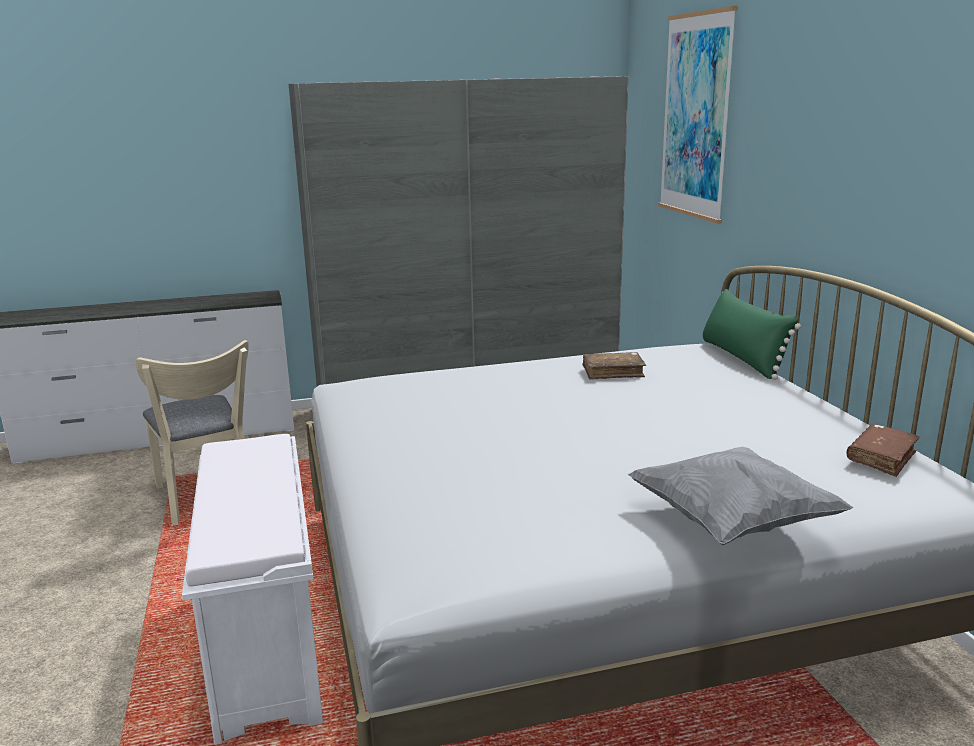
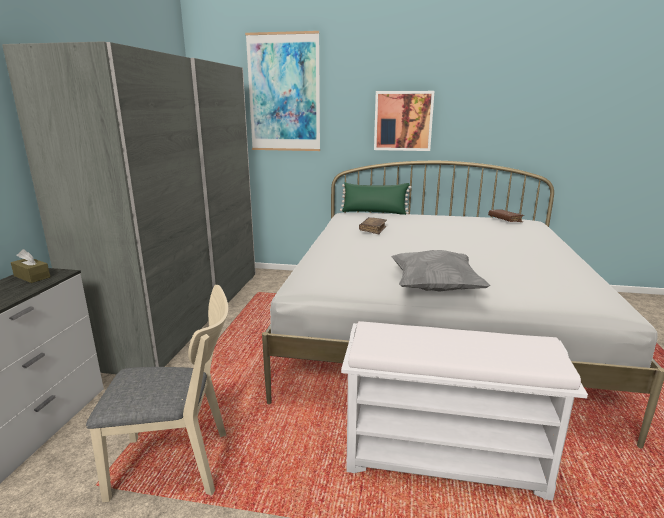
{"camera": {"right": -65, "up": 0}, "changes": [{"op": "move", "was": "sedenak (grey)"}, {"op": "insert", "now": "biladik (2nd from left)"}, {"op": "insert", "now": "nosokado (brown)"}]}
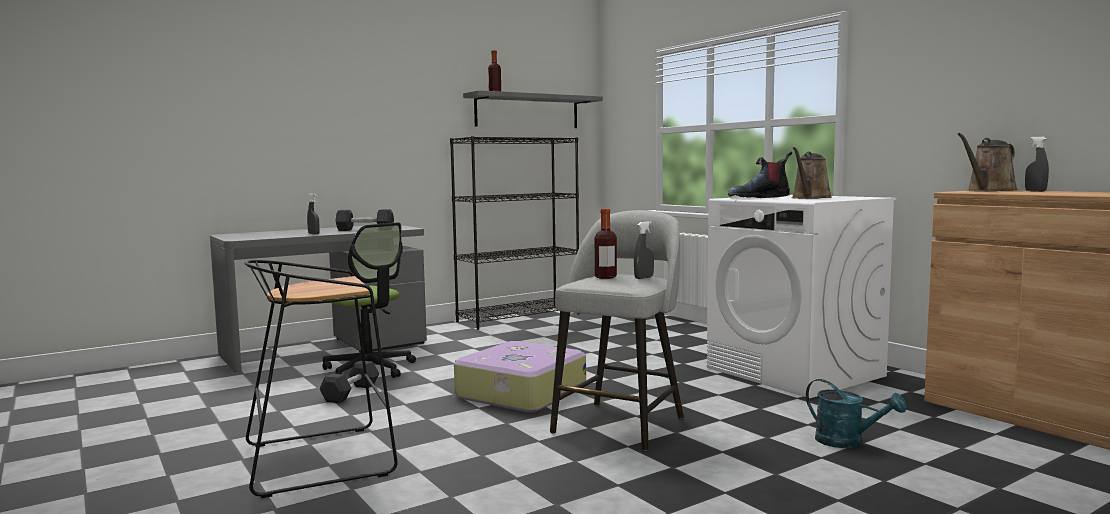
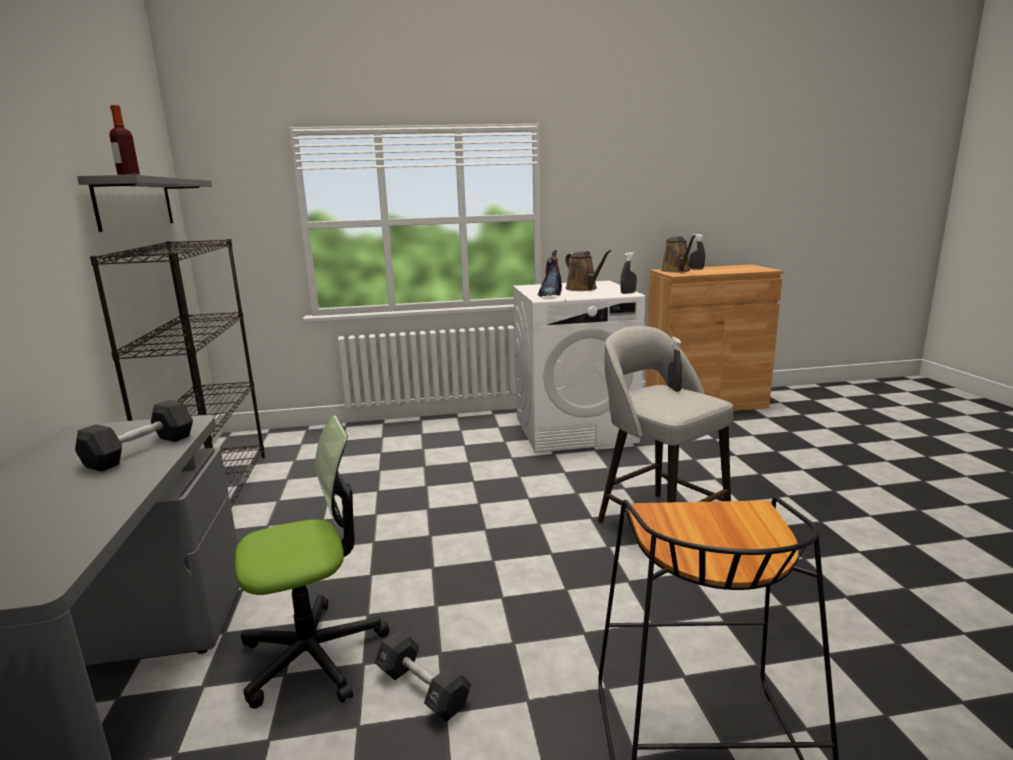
{"camera": {"right": -65, "up": 10}, "changes": [{"op": "move", "was": "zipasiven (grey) (1st from left)"}, {"op": "delete", "was": "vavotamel (2nd from left)"}, {"op": "delete", "was": "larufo"}, {"op": "delete", "was": "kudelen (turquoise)"}]}
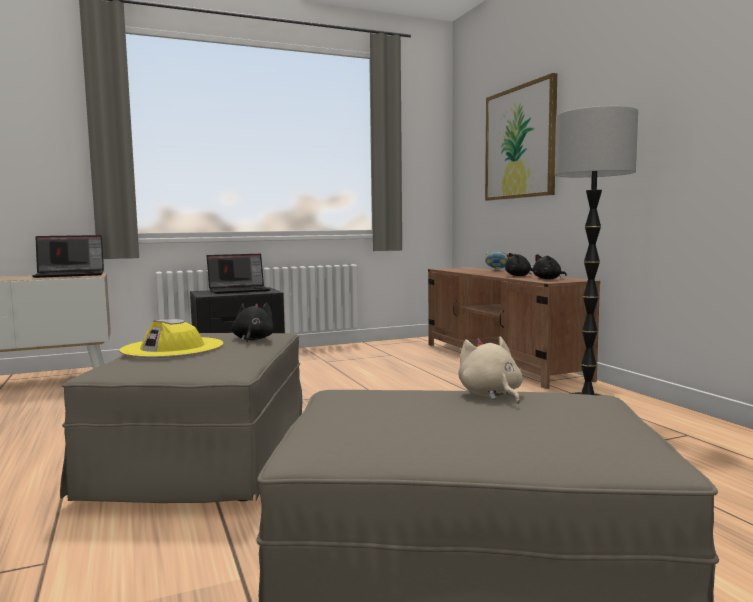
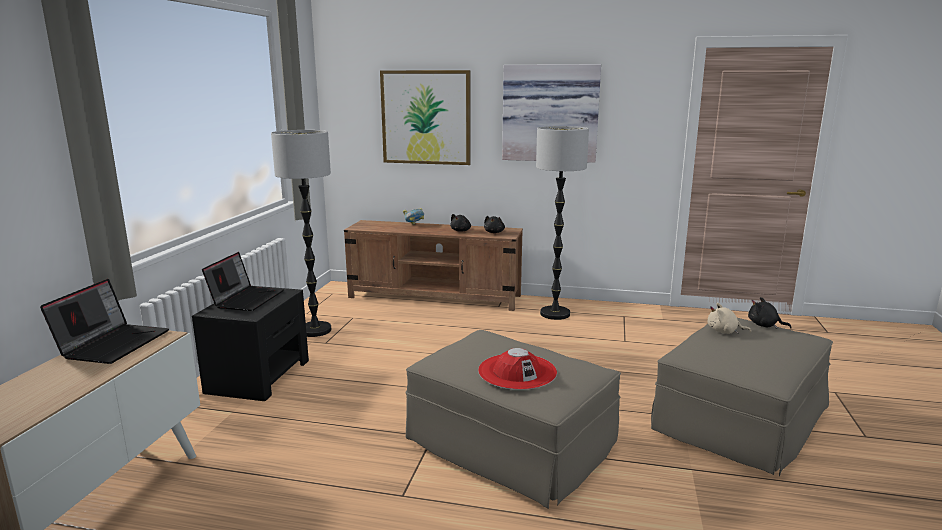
{"camera": {"right": -55, "up": 10}, "changes": [{"op": "move", "was": "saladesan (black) (1st from left in the first image)", "now": "saladesan (black) (3rd from left)"}, {"op": "recolor", "was": "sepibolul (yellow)", "now": "sepibolul (red)"}, {"op": "insert", "now": "biladik (2nd from left)"}, {"op": "insert", "now": "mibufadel (1st from left)"}]}
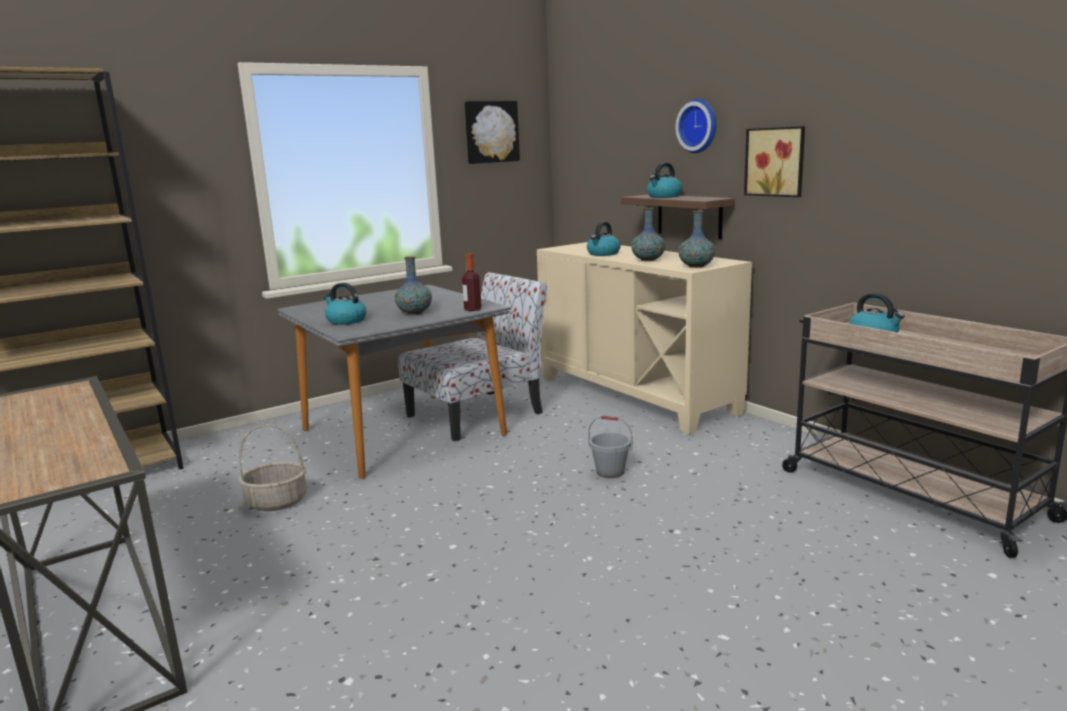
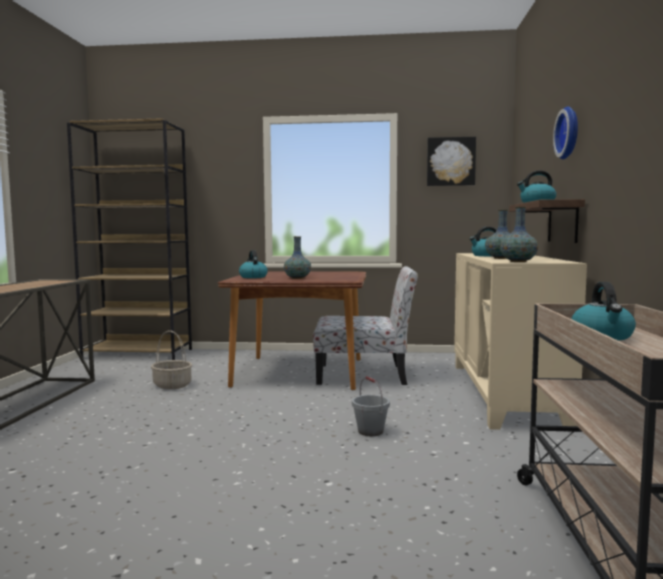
{"camera": {"right": 40, "up": -10}, "changes": [{"op": "delete", "was": "biladik (2nd from left)"}, {"op": "delete", "was": "vavotamel"}, {"op": "recolor", "was": "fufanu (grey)", "now": "fufanu (brown)"}]}
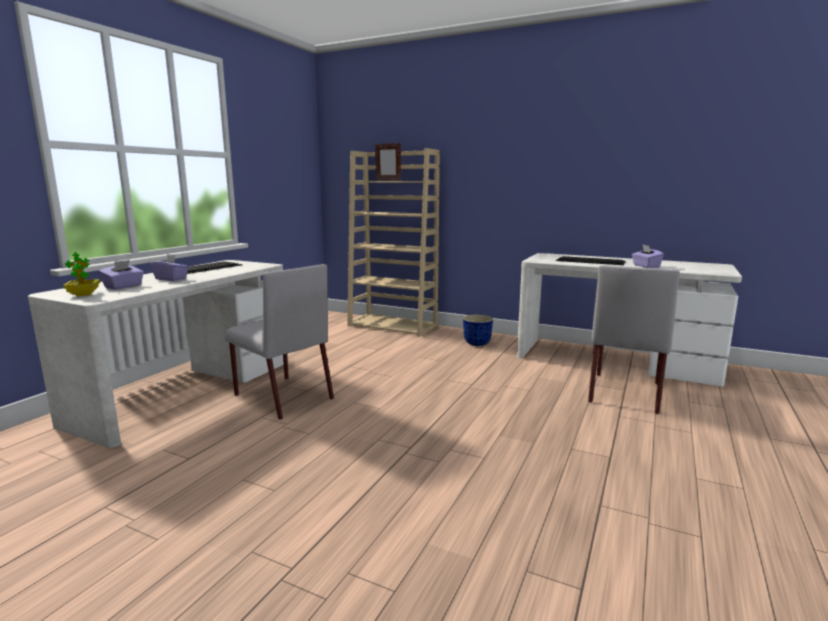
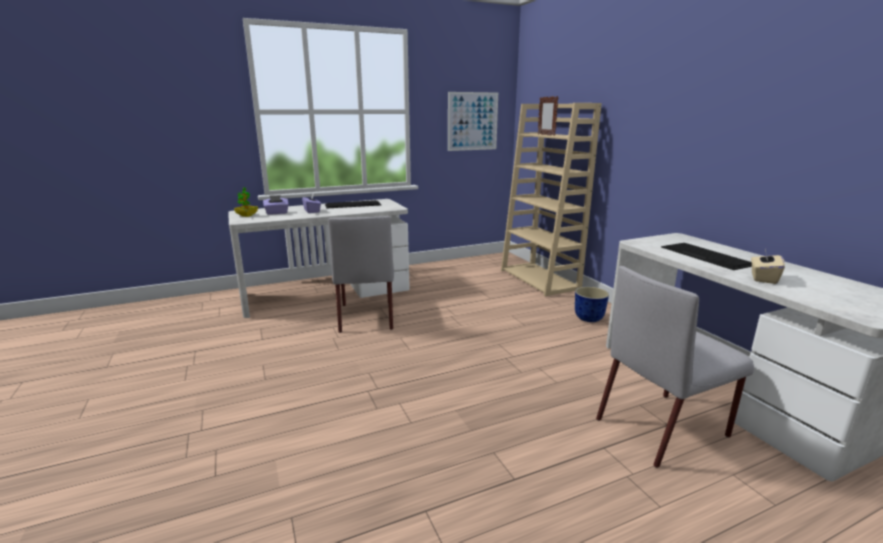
{"camera": {"right": 40, "up": 5}, "changes": [{"op": "recolor", "was": "nosokado (purple) (3rd from left)", "now": "nosokado (beige)"}, {"op": "insert", "now": "biladik"}]}
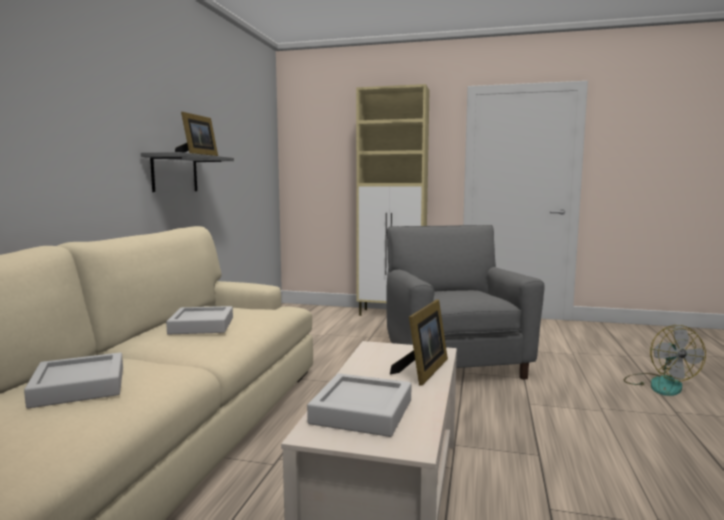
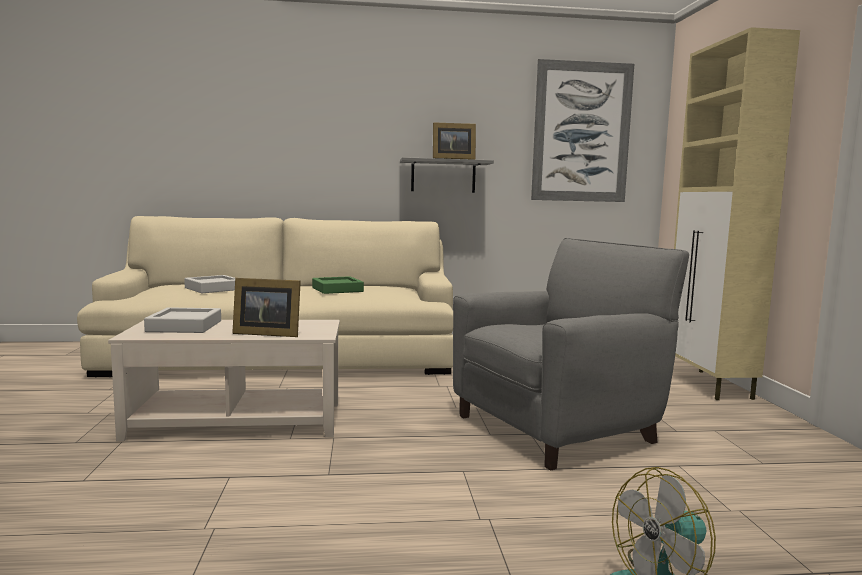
{"camera": {"right": 70, "up": 0}, "changes": [{"op": "recolor", "was": "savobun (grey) (2nd from left)", "now": "savobun (green)"}, {"op": "insert", "now": "biladik"}]}
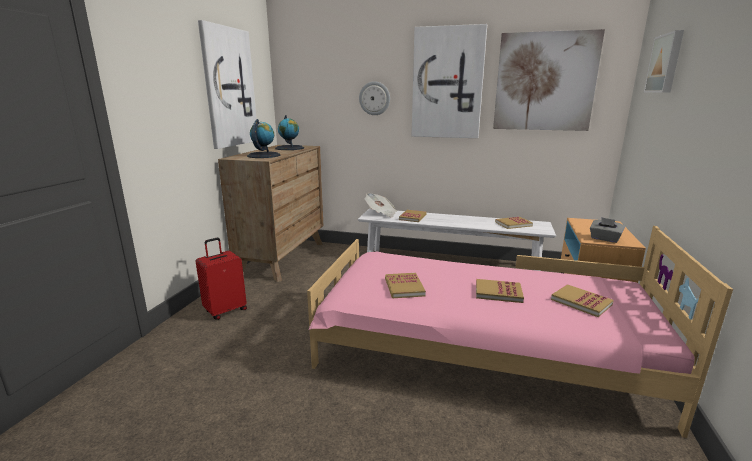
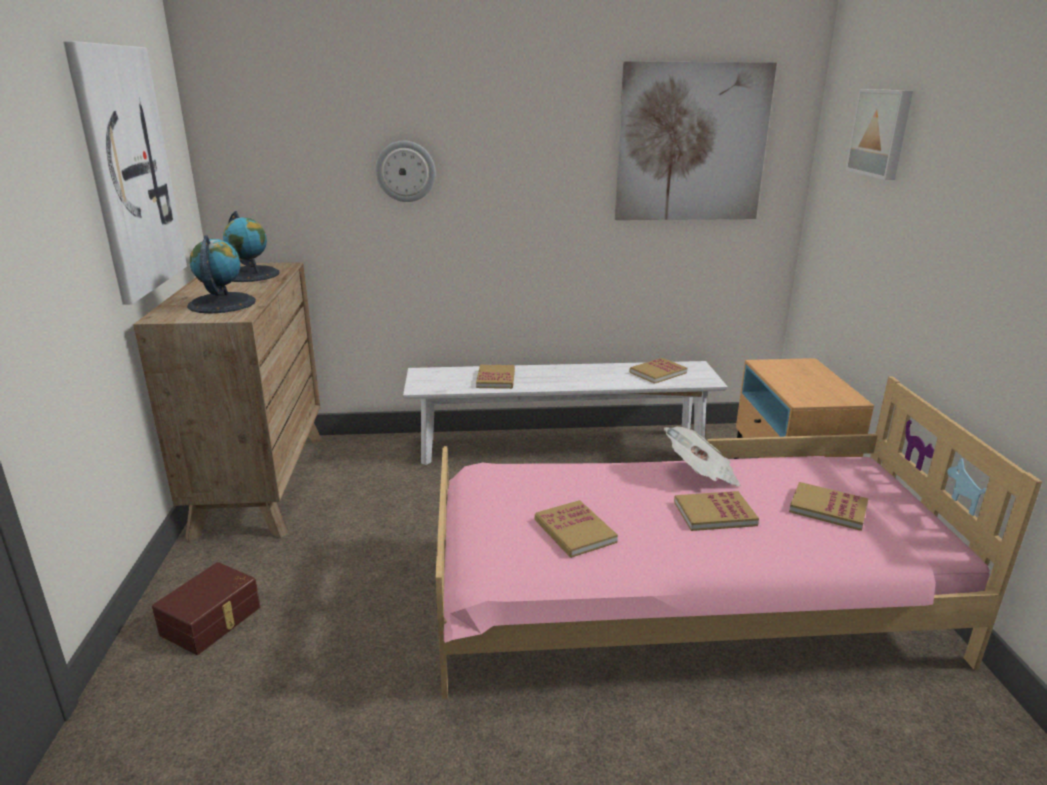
{"camera": {"right": -20, "up": 5}, "changes": [{"op": "delete", "was": "biladik (2nd from left)"}, {"op": "move", "was": "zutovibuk"}, {"op": "delete", "was": "nosokado (grey)"}, {"op": "replace", "was": "larufo (red)", "now": "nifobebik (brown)"}]}
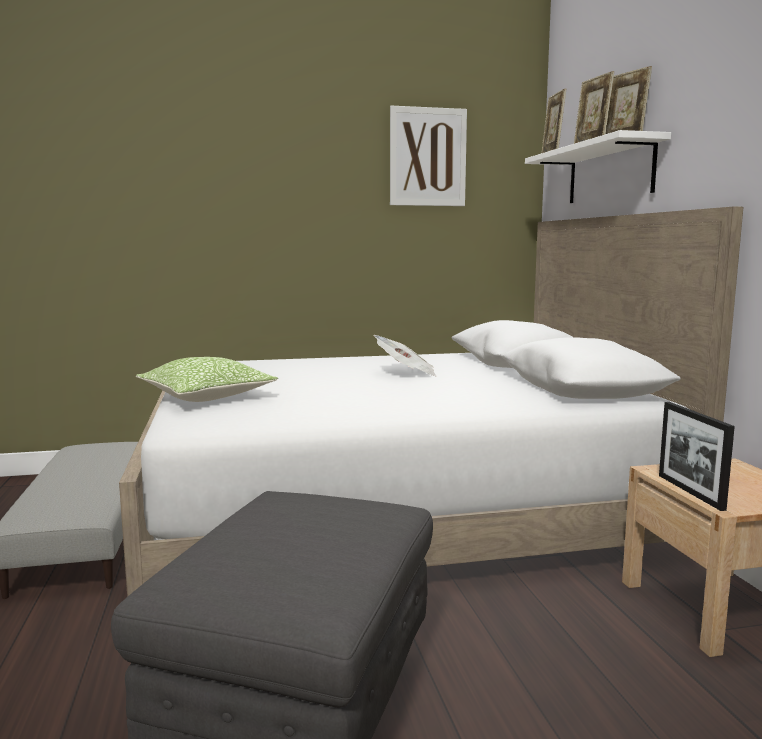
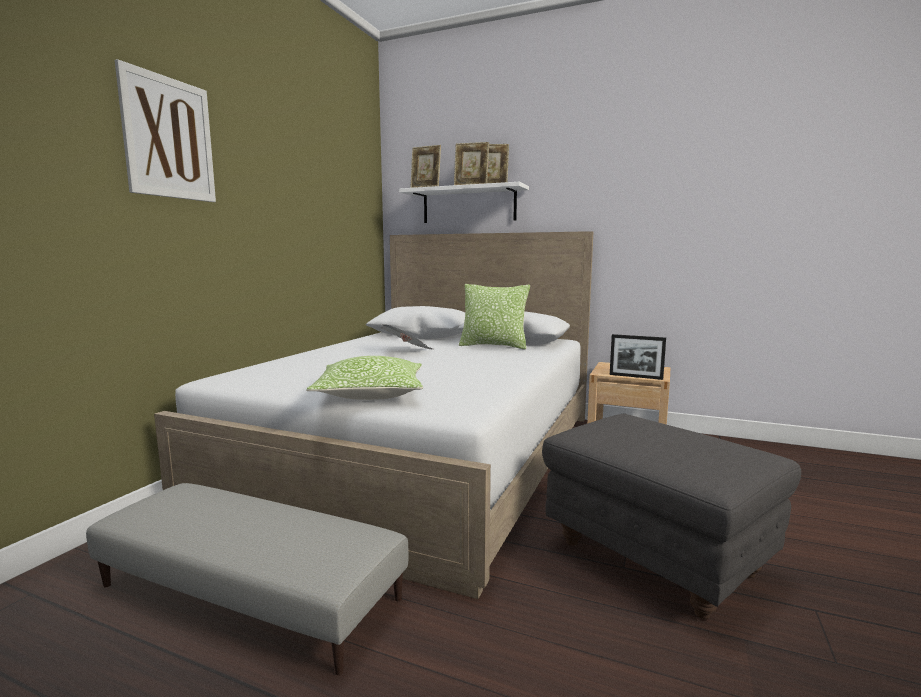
{"camera": {"right": -55, "up": 0}, "changes": [{"op": "move", "was": "biladik"}, {"op": "insert", "now": "sedenak (2nd from left)"}]}
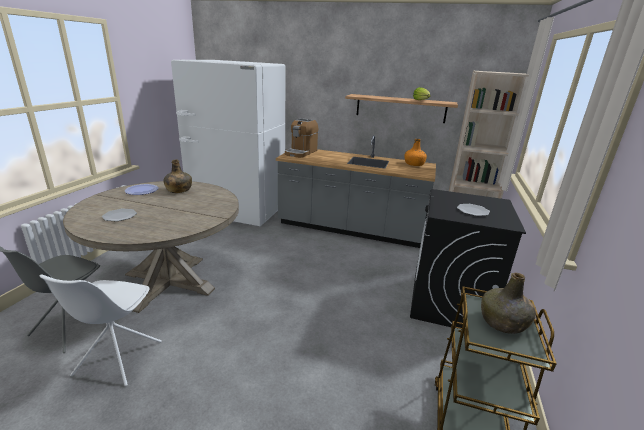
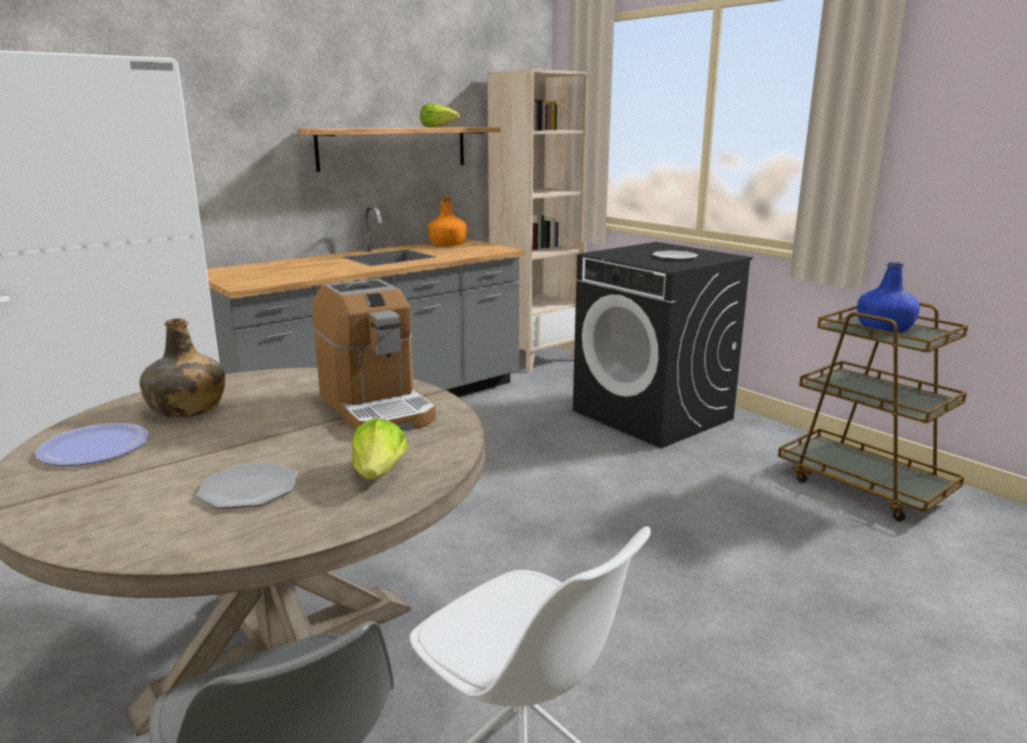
{"camera": {"right": -55, "up": -5}, "changes": [{"op": "move", "was": "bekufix"}, {"op": "recolor", "was": "vavotamel (green) (2nd from left)", "now": "vavotamel (blue)"}, {"op": "insert", "now": "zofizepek (1st from left)"}]}
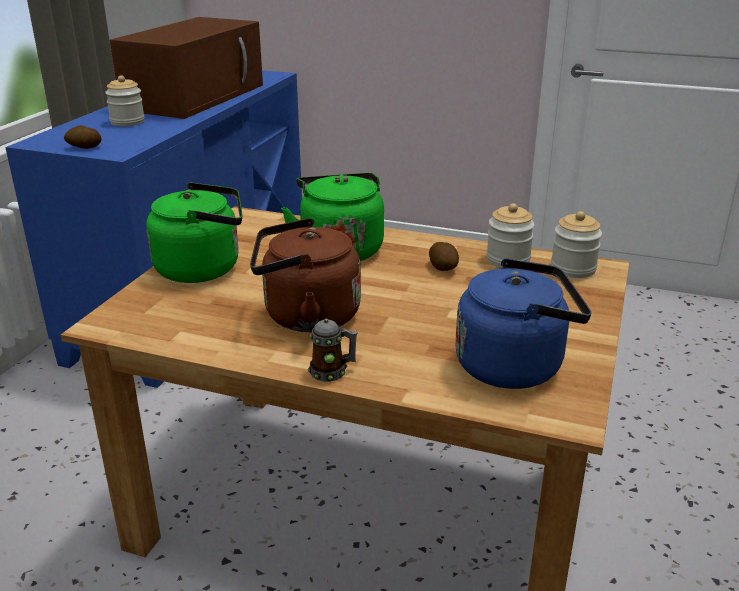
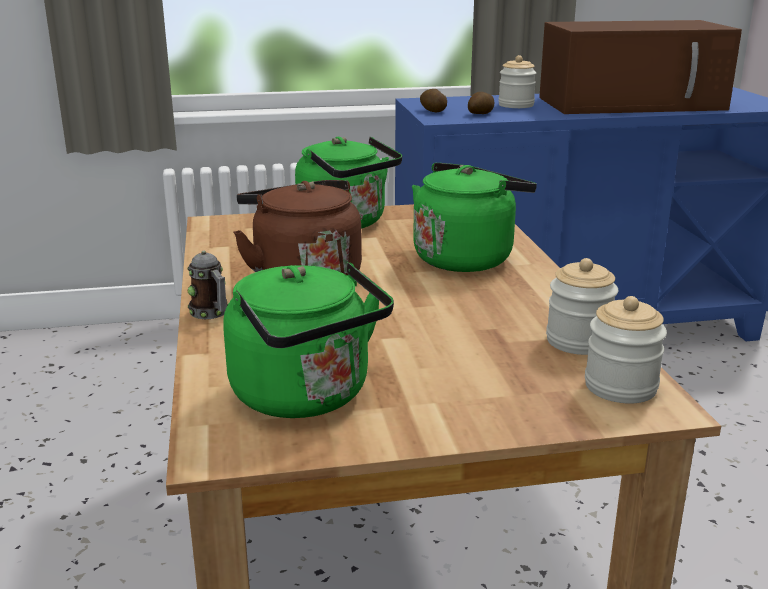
{"camera": {"right": 60, "up": -5}, "changes": [{"op": "move", "was": "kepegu (2nd from left)"}, {"op": "recolor", "was": "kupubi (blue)", "now": "kupubi (green) (1st from left)"}]}
